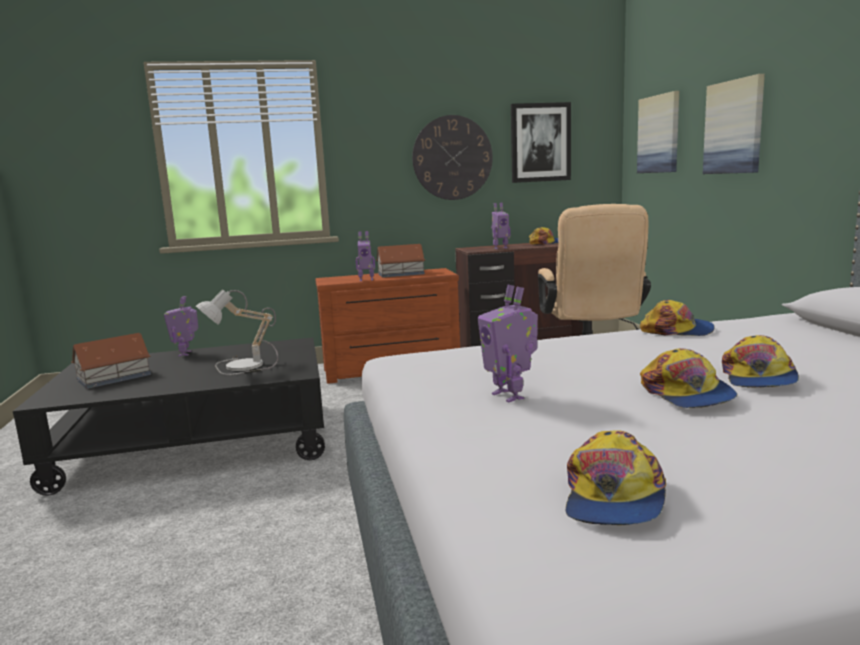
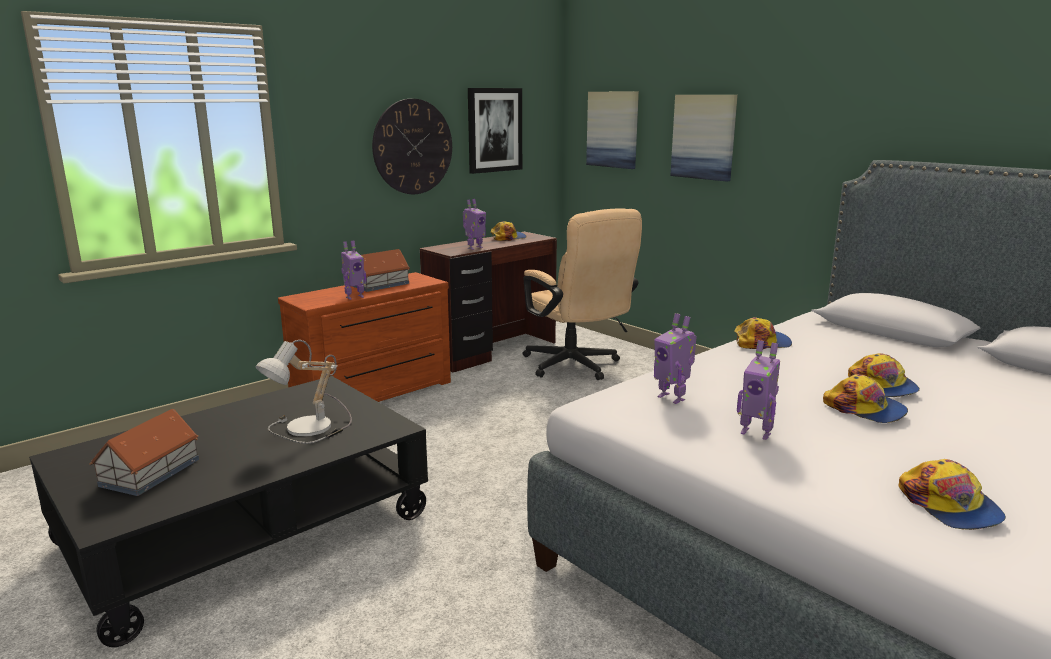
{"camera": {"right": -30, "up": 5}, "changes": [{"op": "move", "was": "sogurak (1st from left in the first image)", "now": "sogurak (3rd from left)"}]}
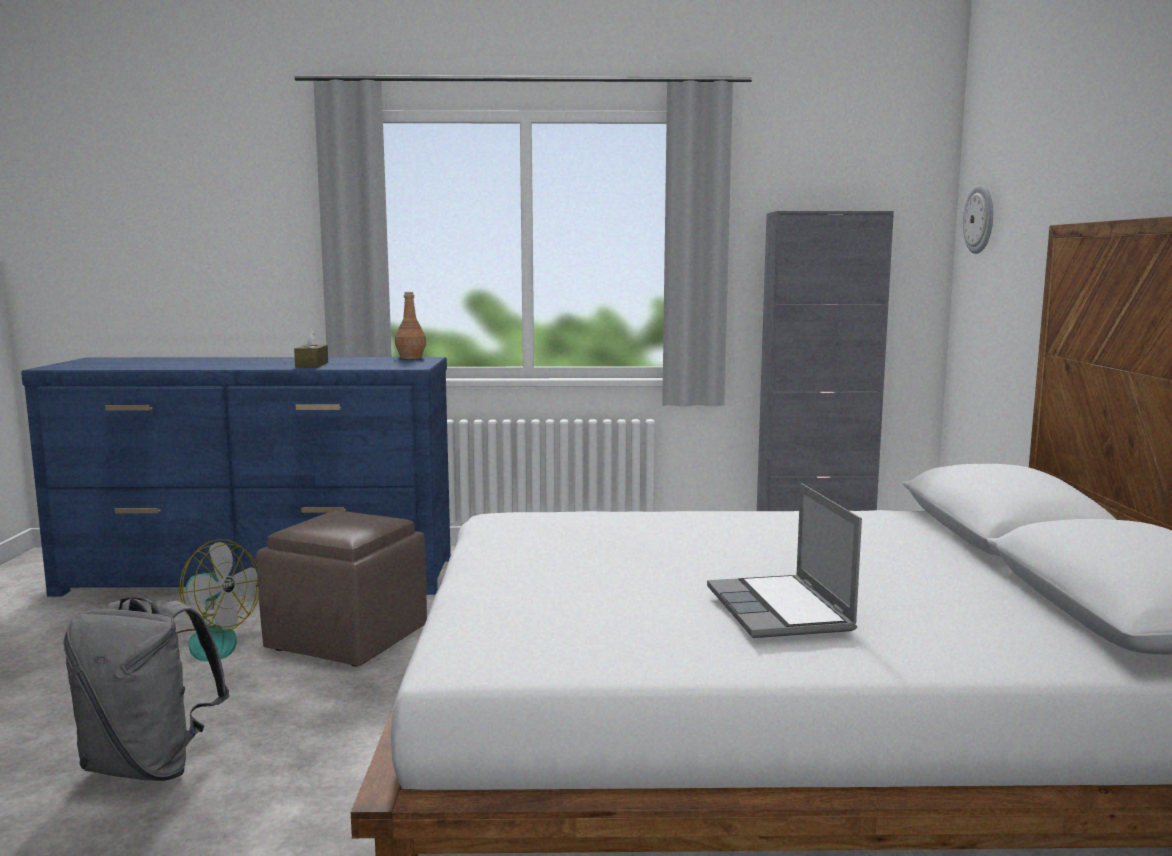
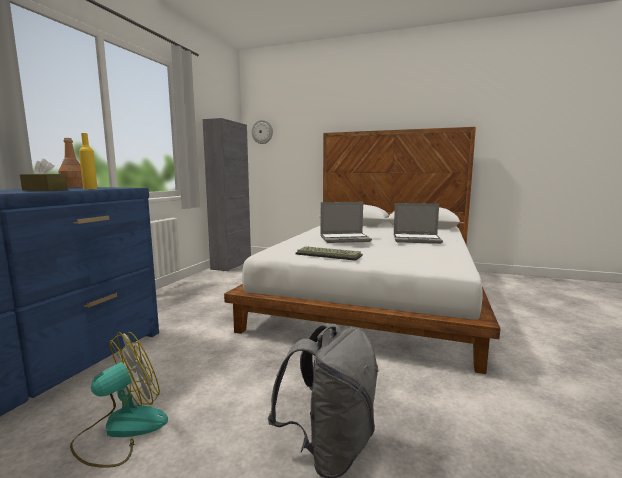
{"camera": {"right": -70, "up": 0}, "changes": [{"op": "delete", "was": "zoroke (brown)"}, {"op": "insert", "now": "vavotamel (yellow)"}, {"op": "insert", "now": "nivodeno (1st from left)"}, {"op": "insert", "now": "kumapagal"}]}
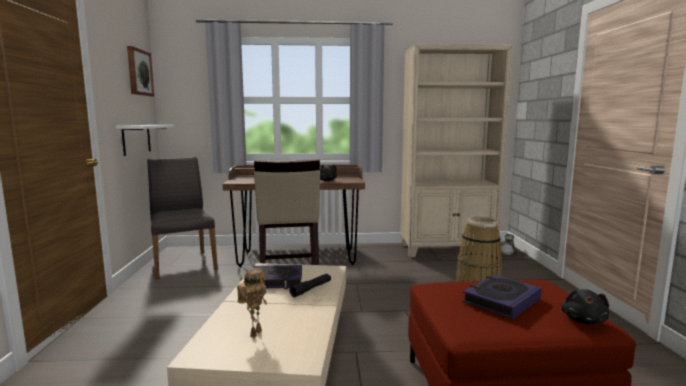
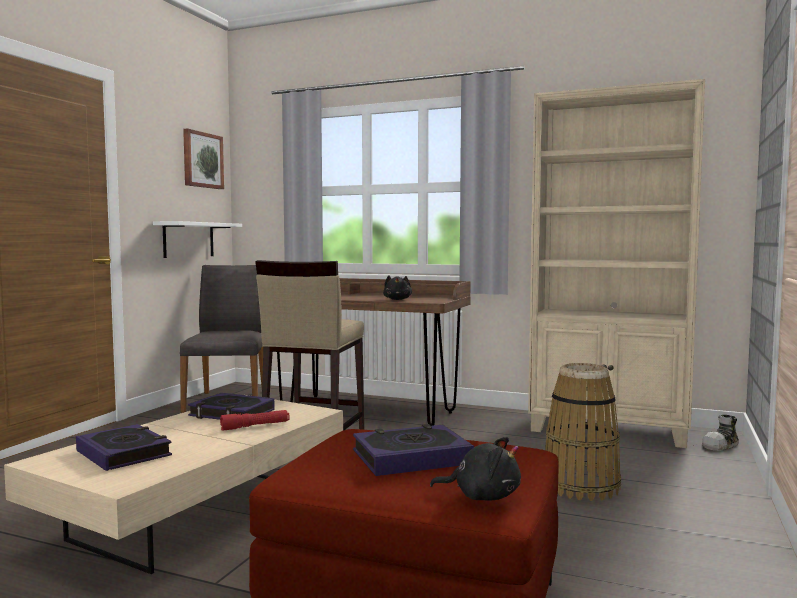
{"camera": {"right": 25, "up": -5}, "changes": [{"op": "replace", "was": "sogurak", "now": "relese (1st from left)"}, {"op": "recolor", "was": "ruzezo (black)", "now": "ruzezo (red)"}, {"op": "rotate", "was": "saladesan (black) (2nd from left)", "clockwise": -120}]}
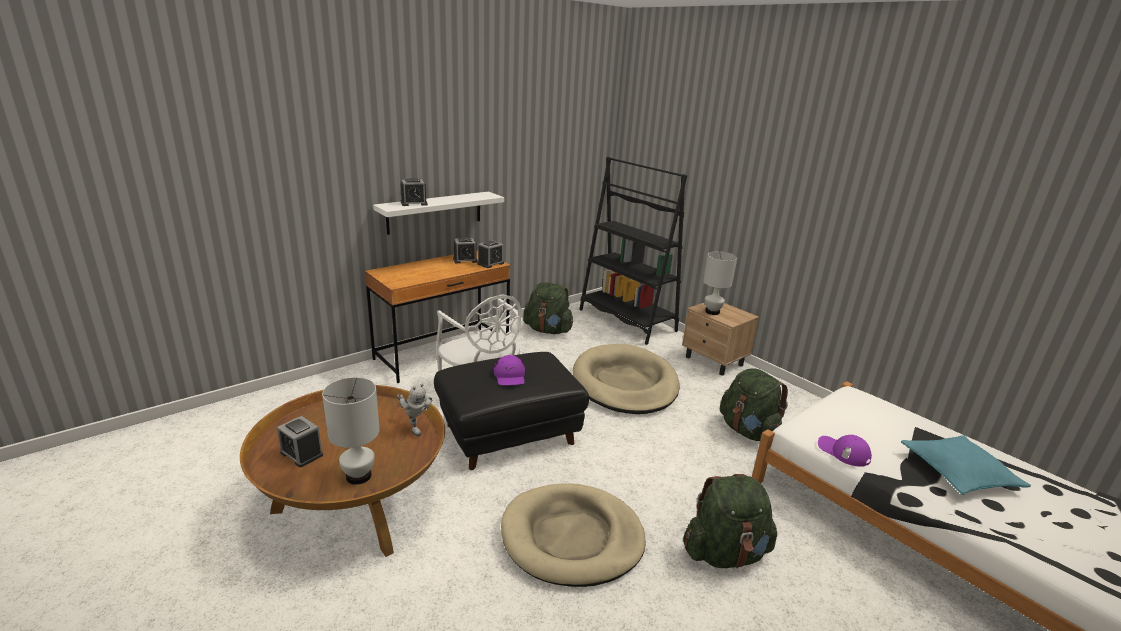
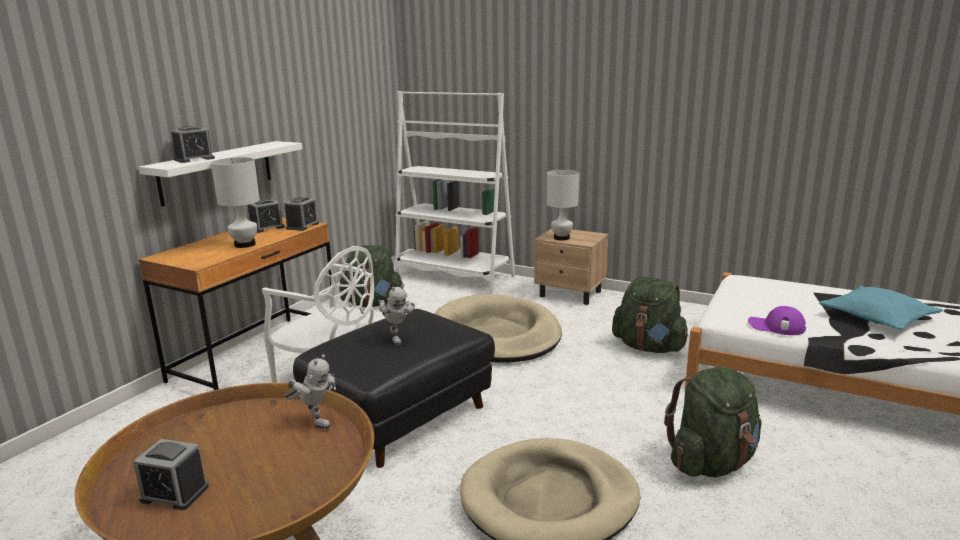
{"camera": {"right": -20, "up": -5}, "changes": [{"op": "recolor", "was": "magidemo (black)", "now": "magidemo (white)"}, {"op": "replace", "was": "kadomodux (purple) (1st from left)", "now": "sogurak (2nd from left)"}, {"op": "move", "was": "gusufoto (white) (1st from left)"}]}
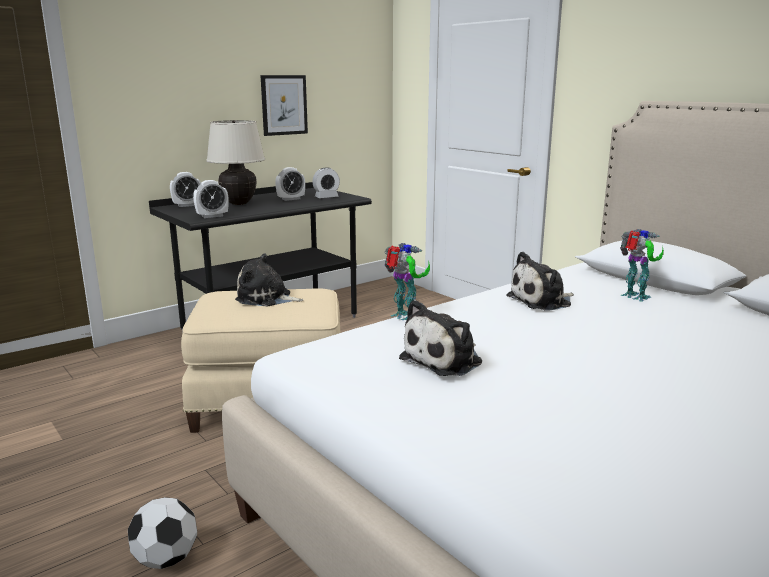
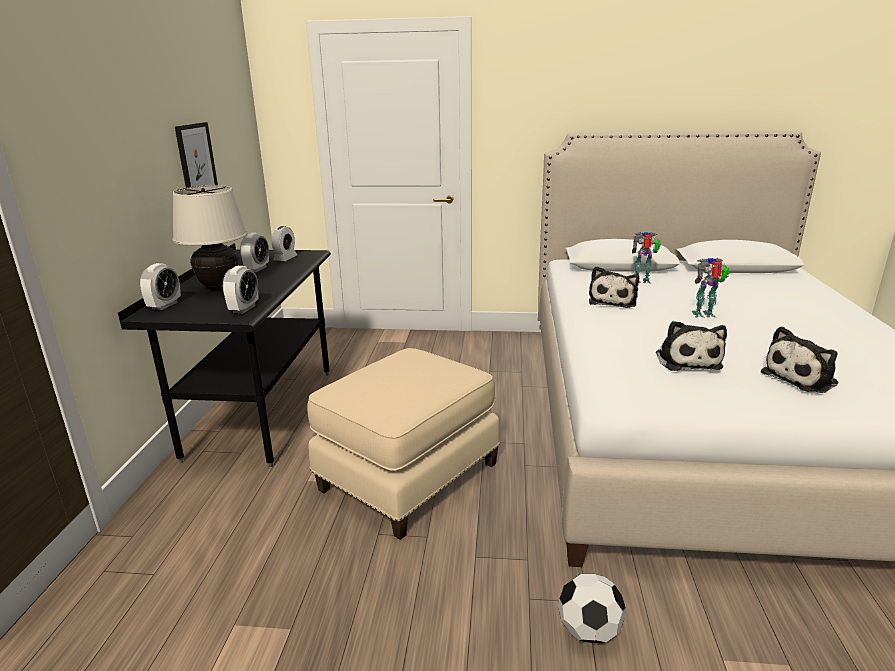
{"camera": {"right": -45, "up": 5}, "changes": [{"op": "move", "was": "sogurak (1st from left in the first image)", "now": "sogurak (2nd from left)"}, {"op": "move", "was": "saladesan (1st from left in the first image)", "now": "saladesan (3rd from left)"}]}
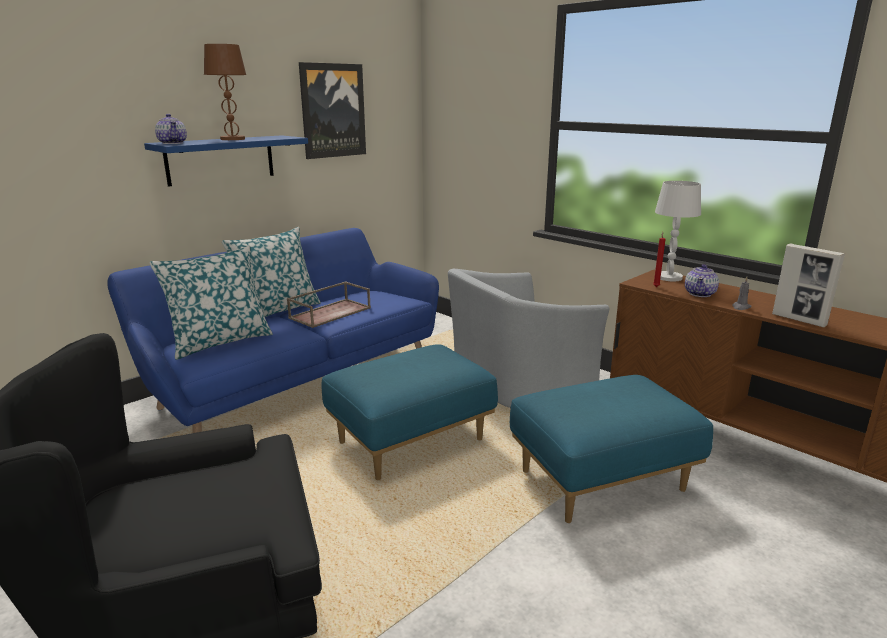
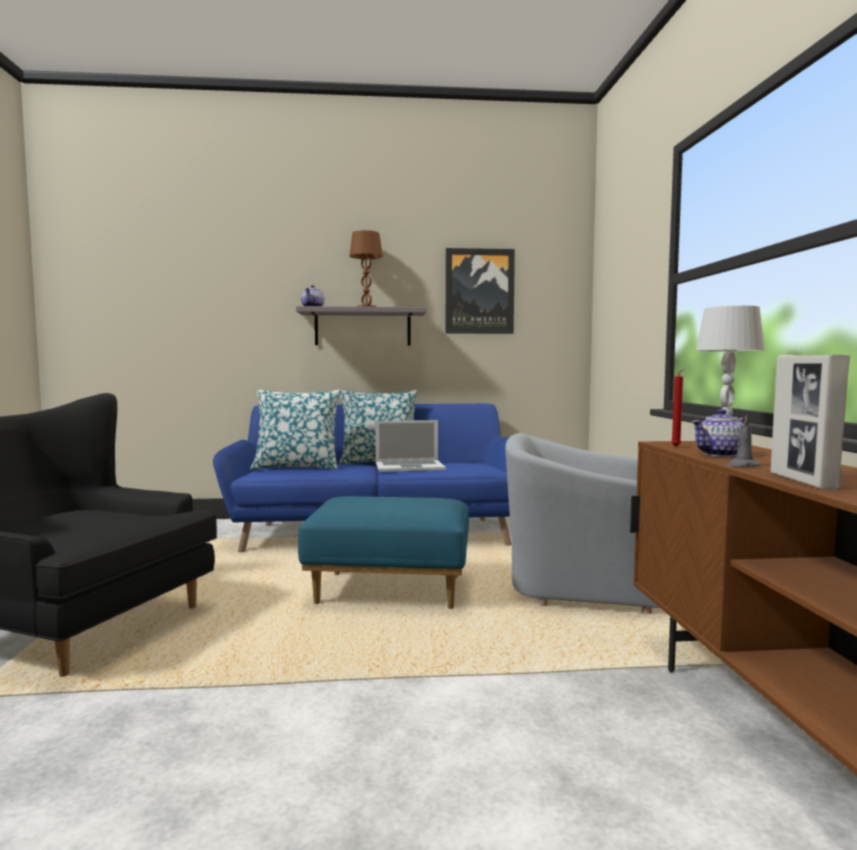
{"camera": {"right": 40, "up": -15}, "changes": [{"op": "recolor", "was": "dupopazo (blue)", "now": "dupopazo (grey)"}, {"op": "replace", "was": "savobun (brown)", "now": "nivodeno"}, {"op": "delete", "was": "zoroke (blue) (2nd from left)"}]}
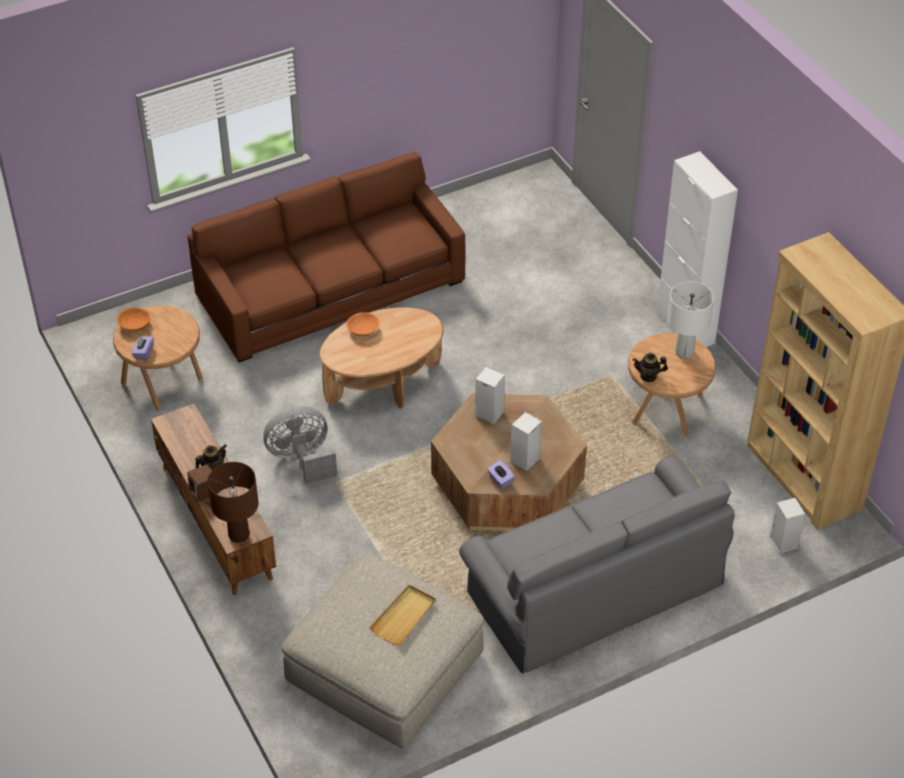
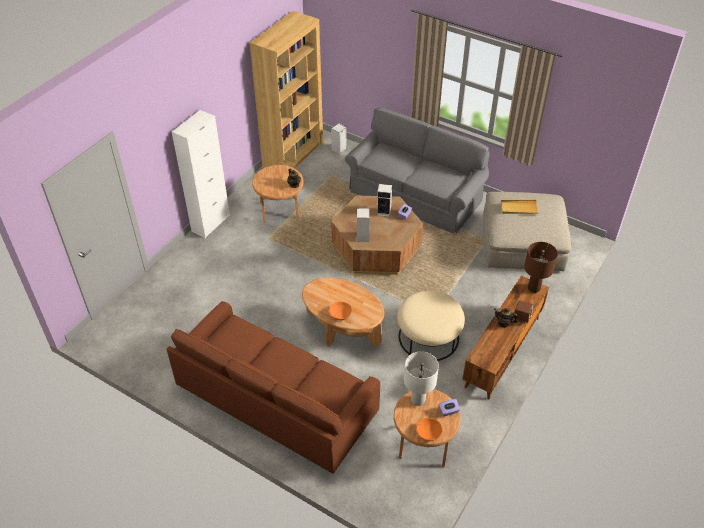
{"camera": {"right": -120, "up": 0}, "changes": [{"op": "move", "was": "gusufoto (white)"}, {"op": "replace", "was": "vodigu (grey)", "now": "zoroke (beige) (1st from left)"}]}
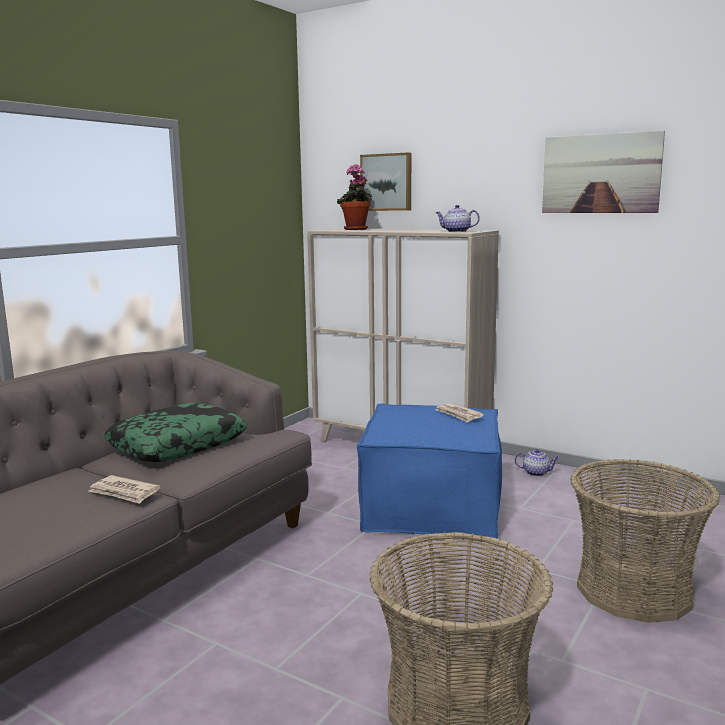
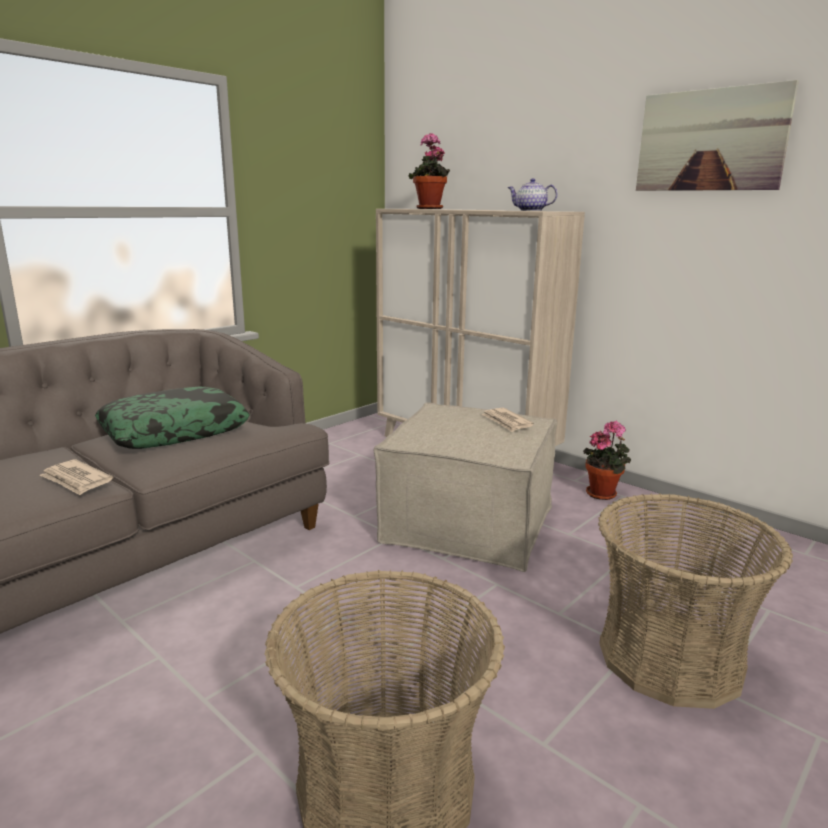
{"camera": {"right": 10, "up": 5}, "changes": [{"op": "delete", "was": "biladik (1st from left)"}, {"op": "recolor", "was": "zoroke (blue)", "now": "zoroke (beige)"}, {"op": "replace", "was": "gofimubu (2nd from left)", "now": "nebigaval (2nd from left)"}]}
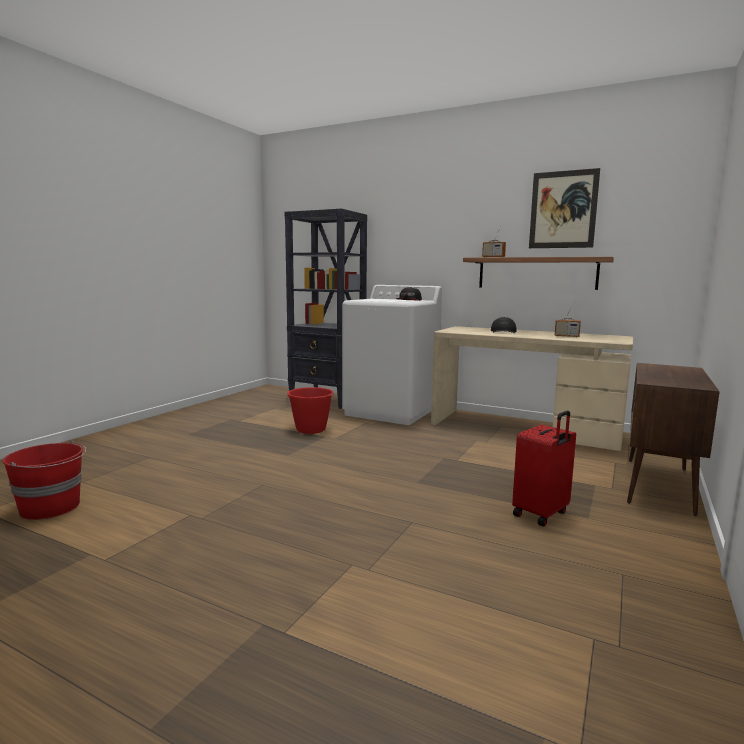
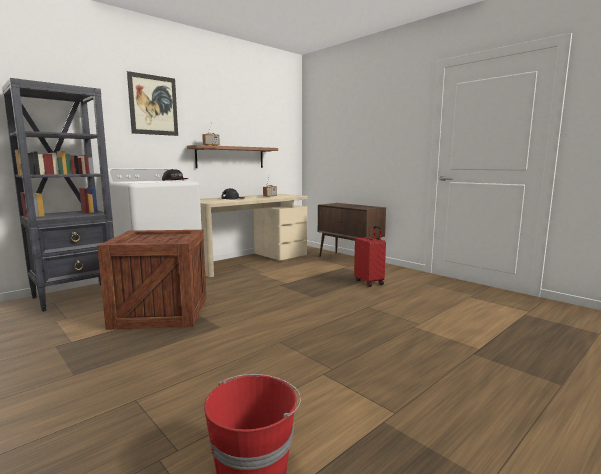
{"camera": {"right": -70, "up": 0}, "changes": [{"op": "move", "was": "biladik"}, {"op": "replace", "was": "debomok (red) (2nd from left)", "now": "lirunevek"}]}
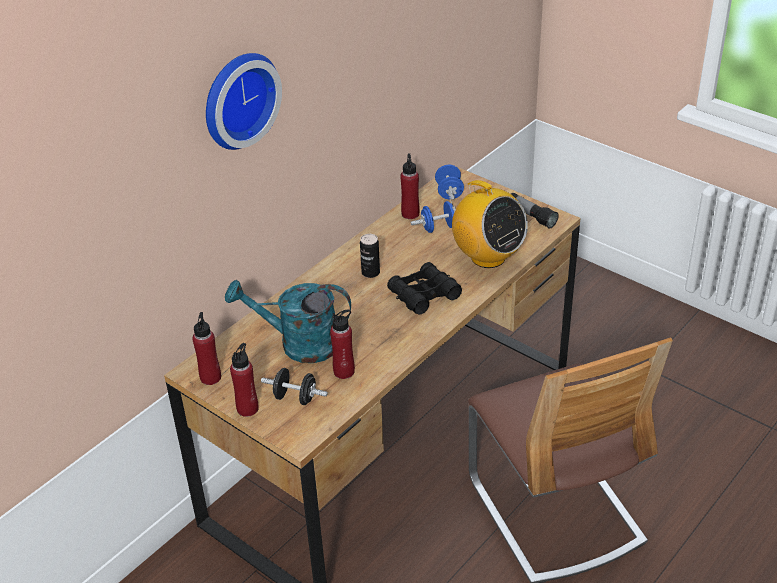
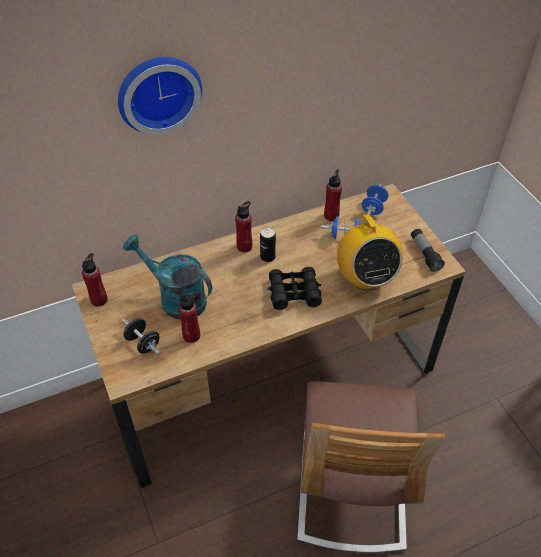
{"camera": {"right": 25, "up": 10}, "changes": [{"op": "move", "was": "vavotamel (red) (2nd from left in the first image)", "now": "vavotamel (red) (3rd from left)"}]}
